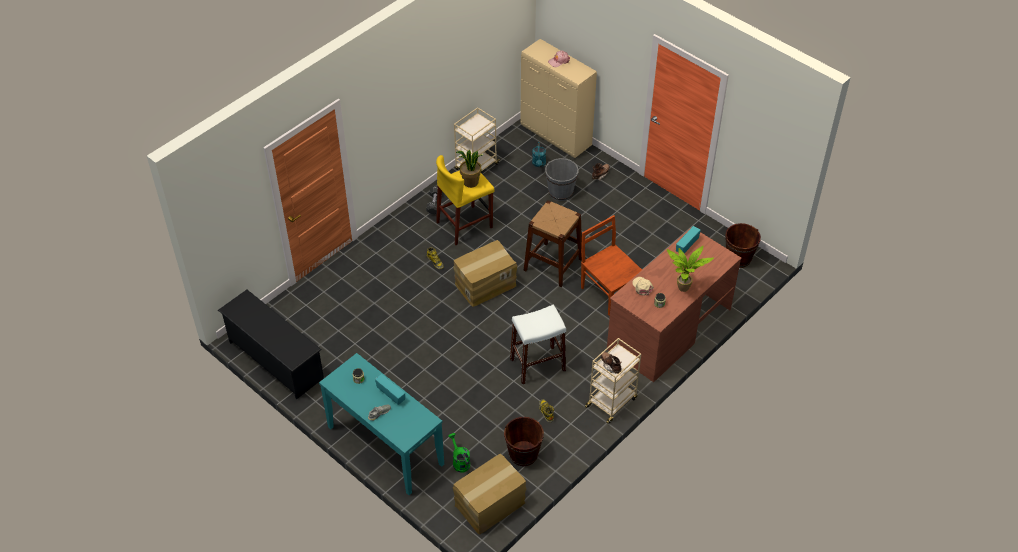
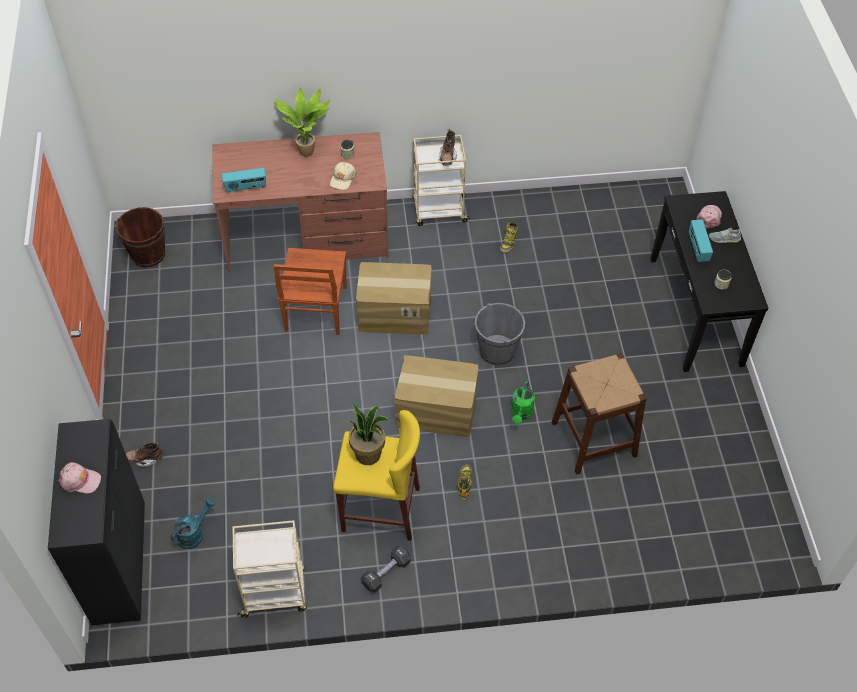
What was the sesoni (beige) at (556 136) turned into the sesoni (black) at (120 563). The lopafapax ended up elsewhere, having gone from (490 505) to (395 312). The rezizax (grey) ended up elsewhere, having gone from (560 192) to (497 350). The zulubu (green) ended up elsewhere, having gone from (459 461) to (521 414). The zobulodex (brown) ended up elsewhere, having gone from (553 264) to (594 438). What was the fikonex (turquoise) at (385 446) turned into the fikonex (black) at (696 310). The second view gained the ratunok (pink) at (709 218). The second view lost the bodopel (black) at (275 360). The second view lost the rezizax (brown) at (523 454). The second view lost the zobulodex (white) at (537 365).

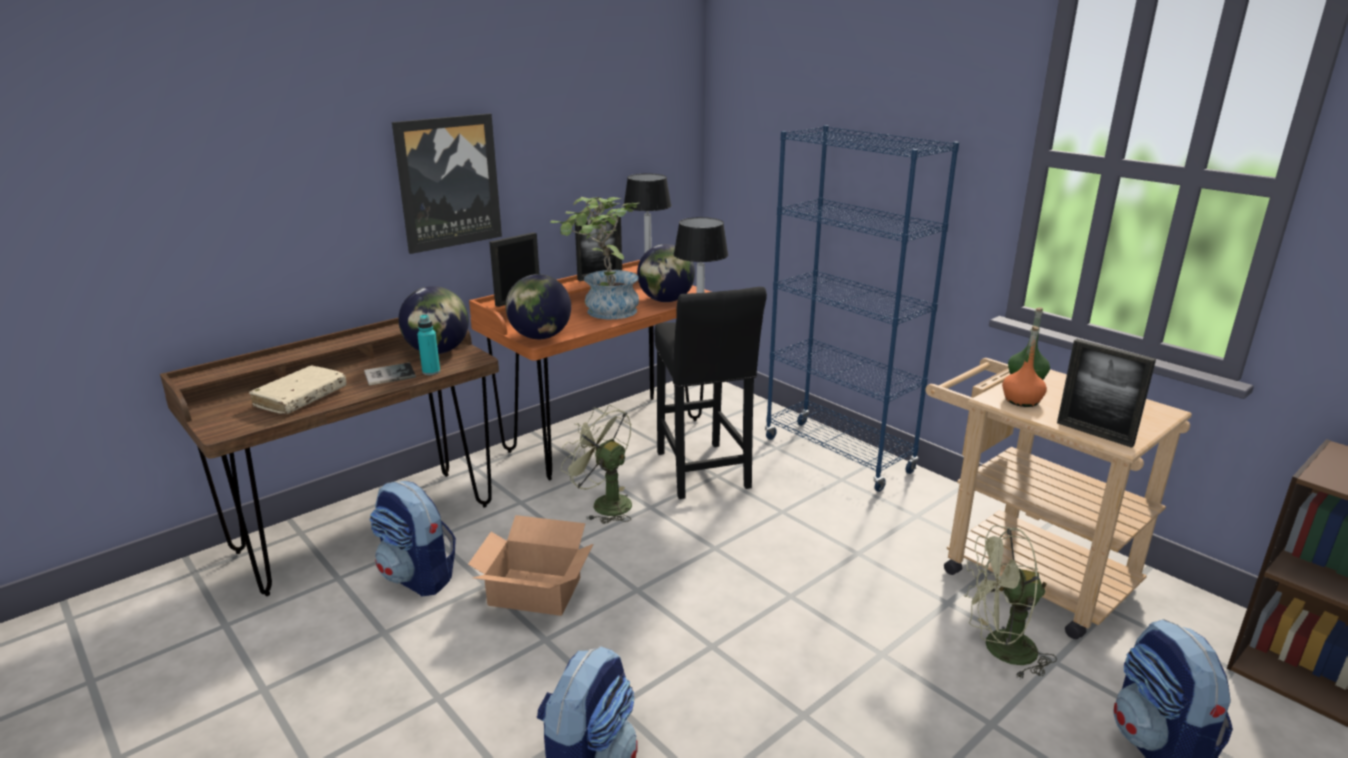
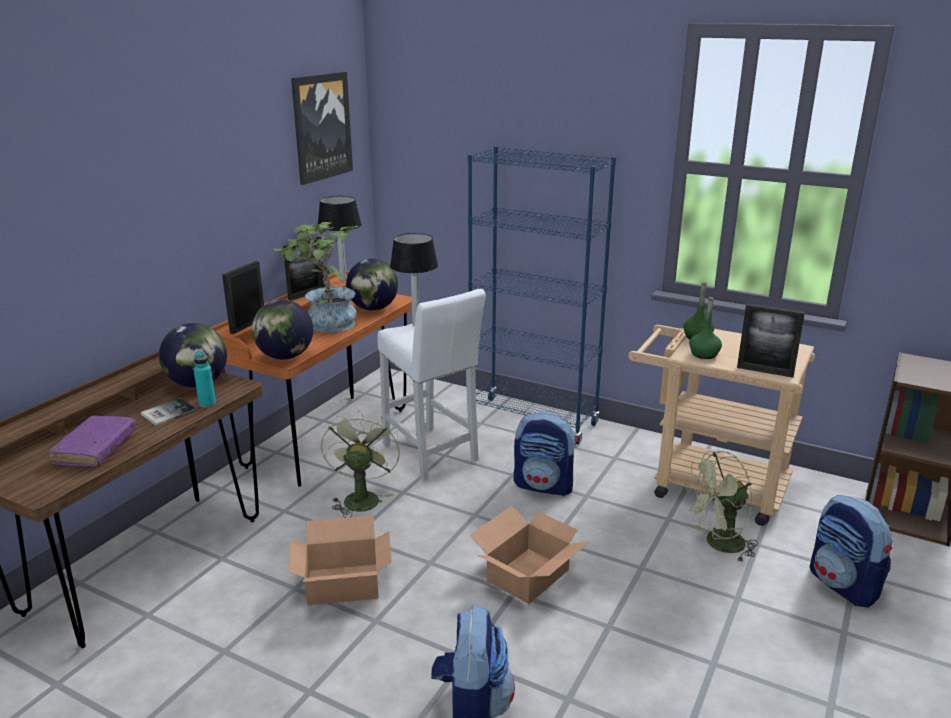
What was the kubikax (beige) at (301 398) turned into the kubikax (purple) at (96 448). The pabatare ended up elsewhere, having gone from (448 182) to (321 127). The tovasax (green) at (604 504) ended up facing another way, 75 degrees clockwise from before. What was the zobulodex (black) at (702 473) turned into the zobulodex (white) at (431 455). The second view gained the lopafapax at (529 575). The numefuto ended up elsewhere, having gone from (418 577) to (544 485). What was the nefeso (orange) at (1022 400) turned into the nefeso (green) at (704 354).

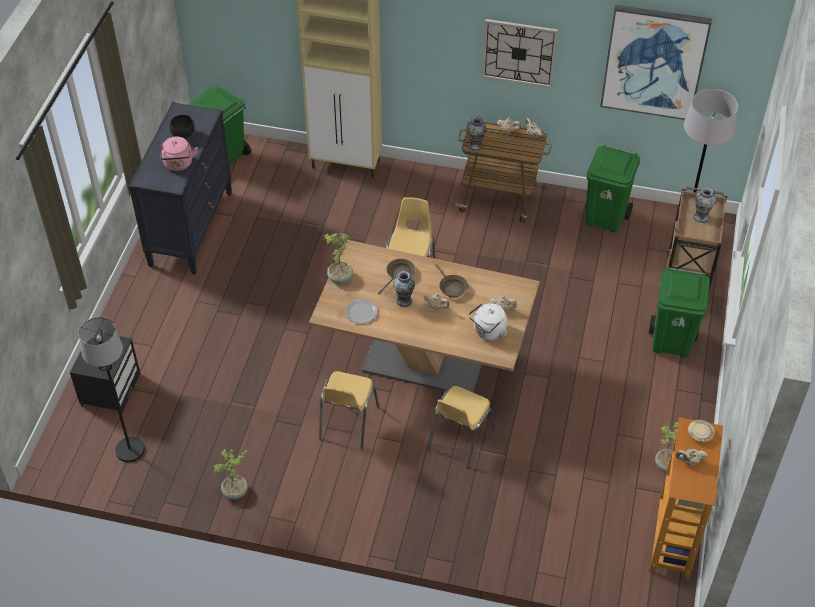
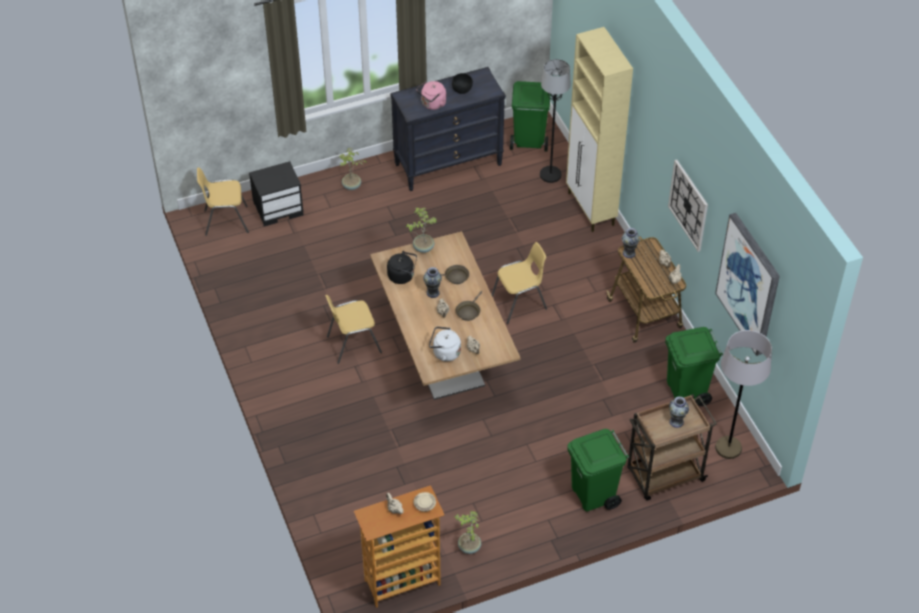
The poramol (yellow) ended up elsewhere, having gone from (459 439) to (225 221). The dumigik ended up elsewhere, having gone from (236 492) to (351 186). Where the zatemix stood at (362 312), the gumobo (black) came to stand at (403 276). The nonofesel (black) ended up elsewhere, having gone from (129 450) to (550 174).

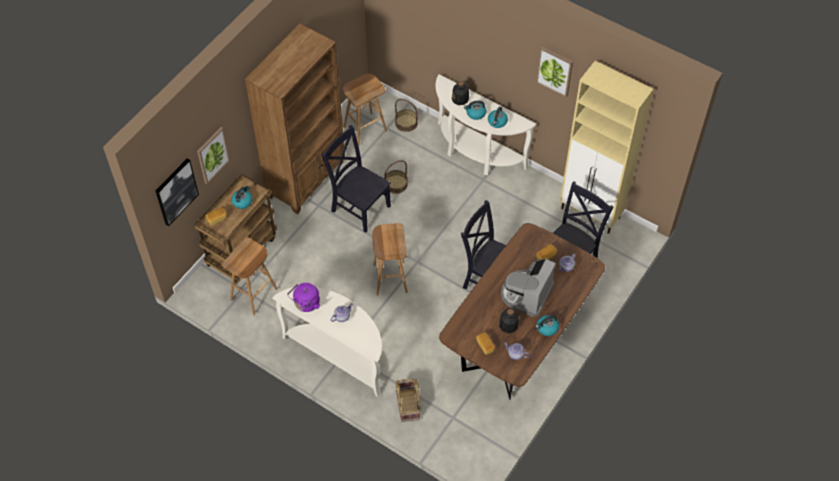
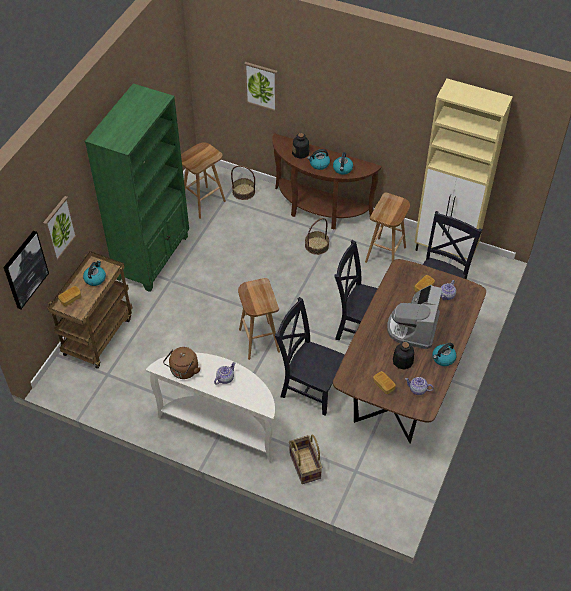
What was the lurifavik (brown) at (306 179) turned into the lurifavik (green) at (153 257). What was the gumobo (purple) at (306 304) turned into the gumobo (brown) at (183 371). The pabatare ended up elsewhere, having gone from (554 71) to (261 86). What was the fikonex (white) at (475 154) turned into the fikonex (brown) at (318 211). The poramol (black) ended up elsewhere, having gone from (359 207) to (310 387). The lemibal ended up elsewhere, having gone from (396 184) to (316 245). The zobulodex (brown) ended up elsewhere, having gone from (253 295) to (385 255).

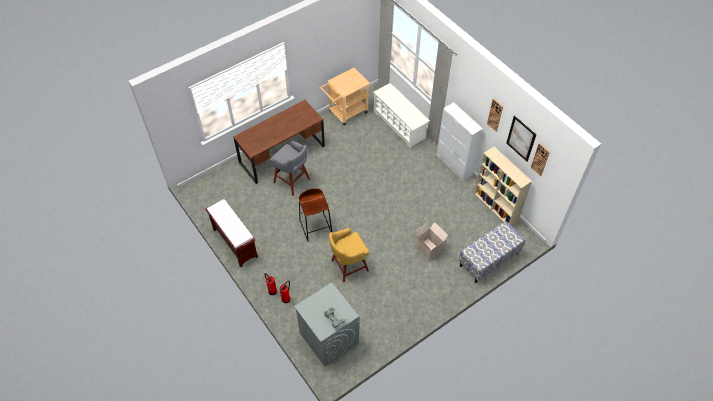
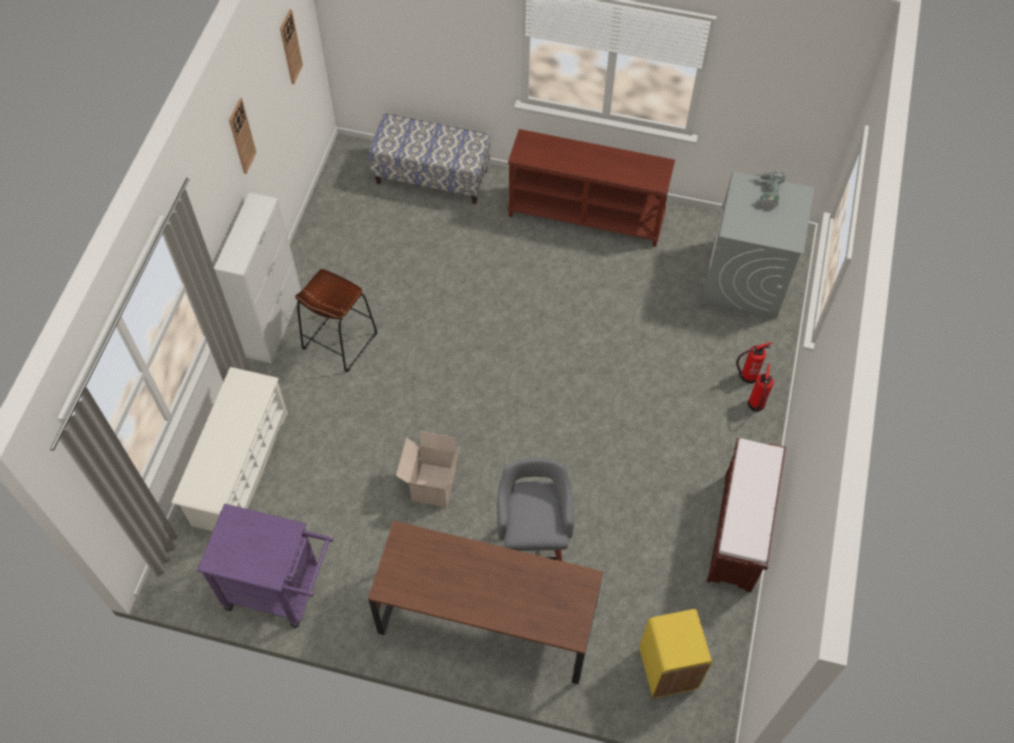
What was the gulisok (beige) at (345 113) turned into the gulisok (purple) at (281 589). The zobulodex (brown) ended up elsewhere, having gone from (316 227) to (339 341). The lopafapax ended up elsewhere, having gone from (429 249) to (432 484). The second view gained the fikonex (brown) at (586 215). The second view gained the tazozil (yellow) at (667 669). The second view lost the zobulodex (yellow) at (348 266). The second view lost the lurifavik (beige) at (496 207). The second view lost the pabatare at (521 138).

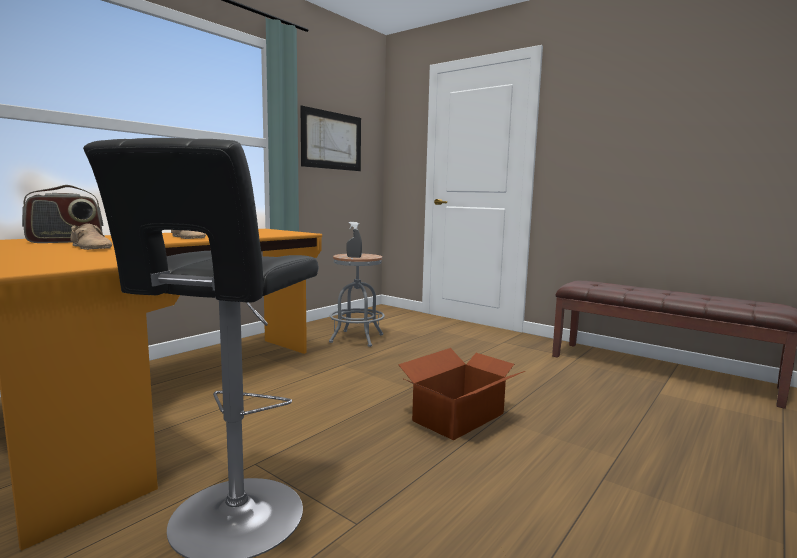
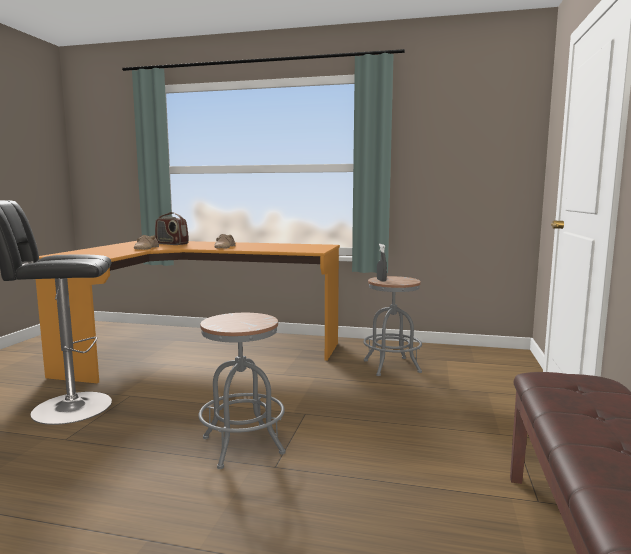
Where the lopafapax stood at (460 417), the zobulodex (grey) came to stand at (243 445). The second view lost the pabatare at (332 140).

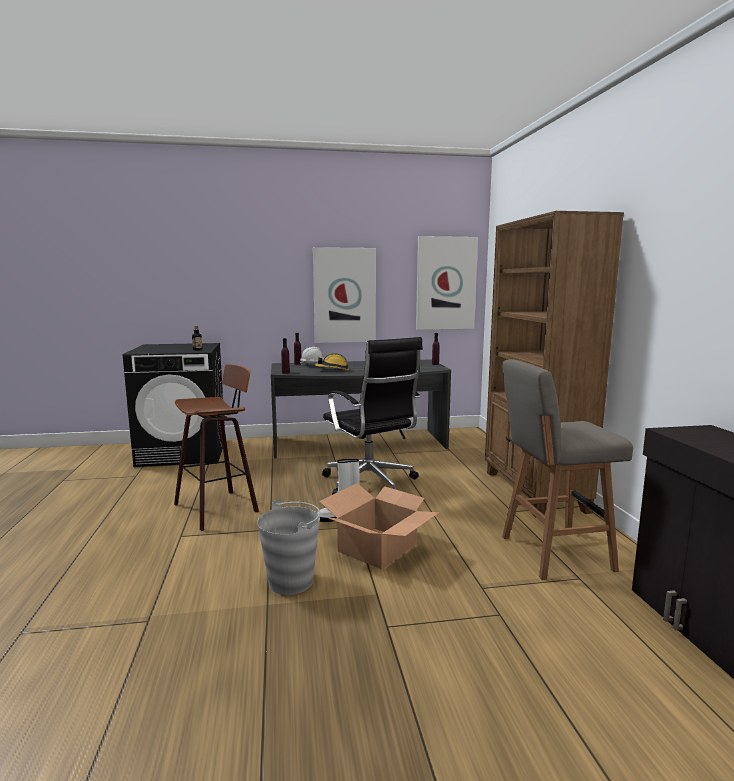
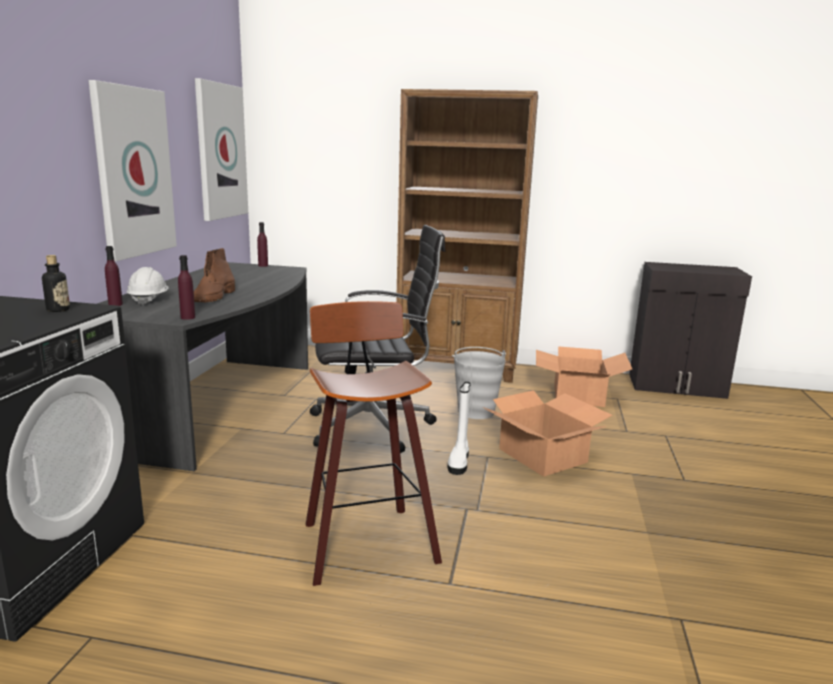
Where the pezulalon stood at (332 370), the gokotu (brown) came to stand at (213 297). The rezizax (grey) ended up elsewhere, having gone from (291 582) to (476 411). Where the zobulodex (grey) stood at (552 553), the lopafapax came to stand at (577 395).

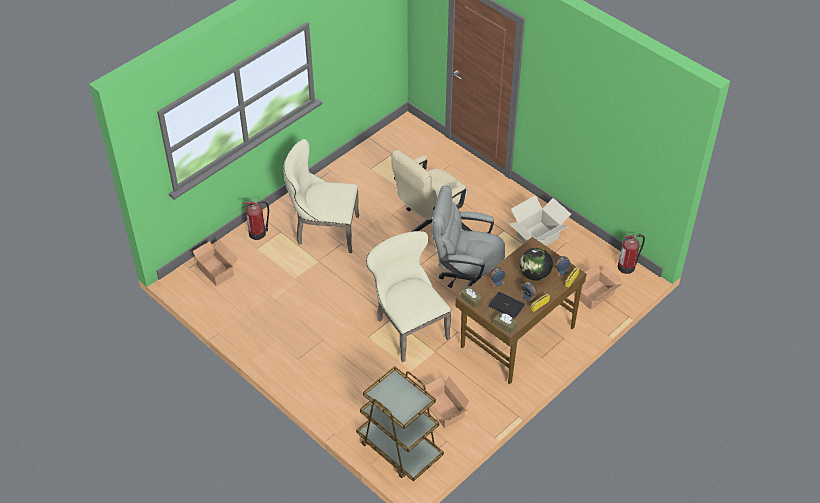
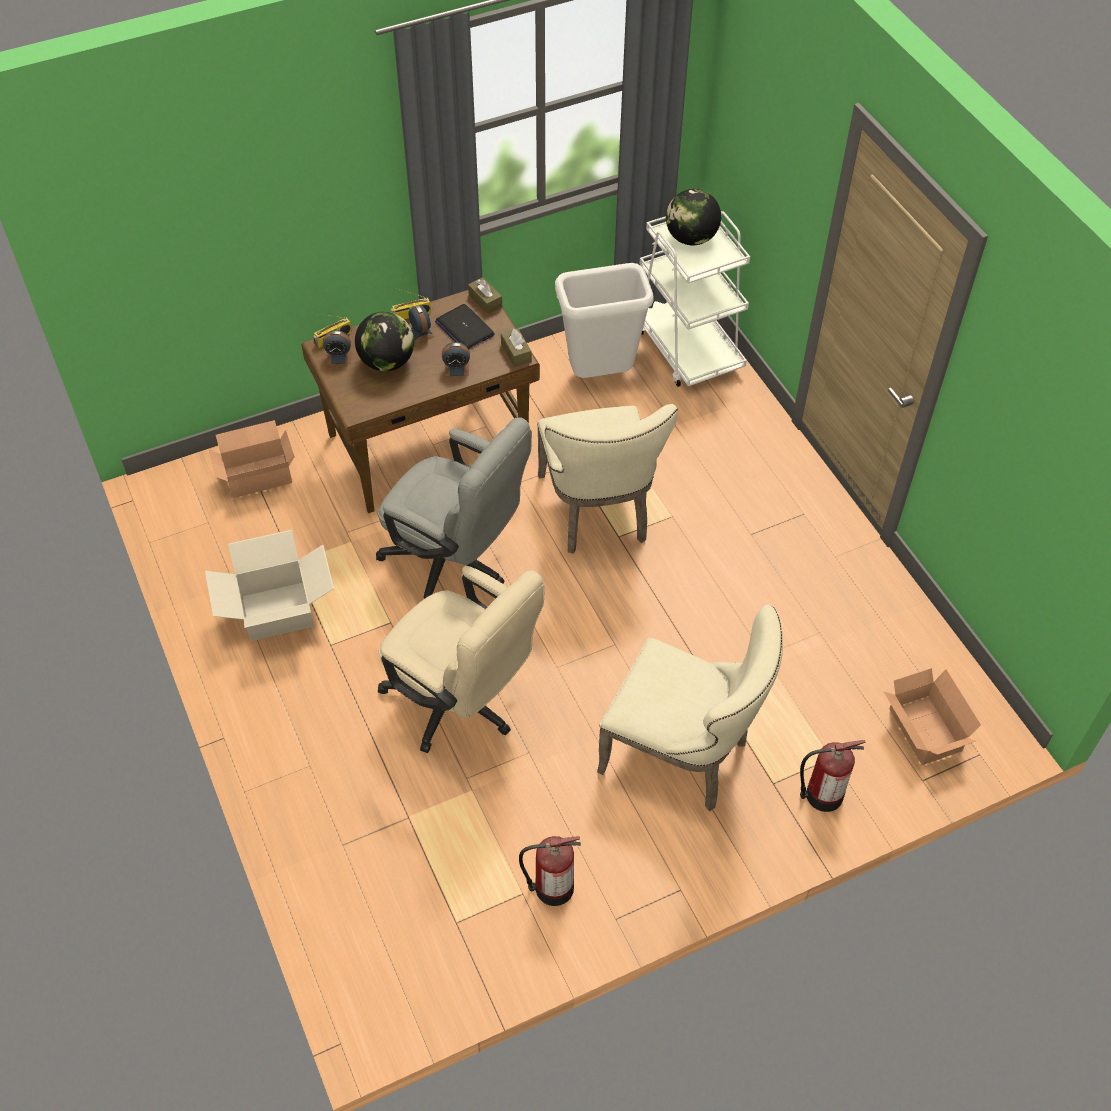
The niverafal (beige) at (430 224) ended up facing another way, 60 degrees clockwise from before. The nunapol ended up elsewhere, having gone from (627 266) to (551 888). Where the lopafapax stood at (443 411), the tazozil (white) came to stand at (601 375). What was the gulisok (brown) at (399 448) turned into the gulisok (white) at (686 346). The second view gained the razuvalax at (691 238).

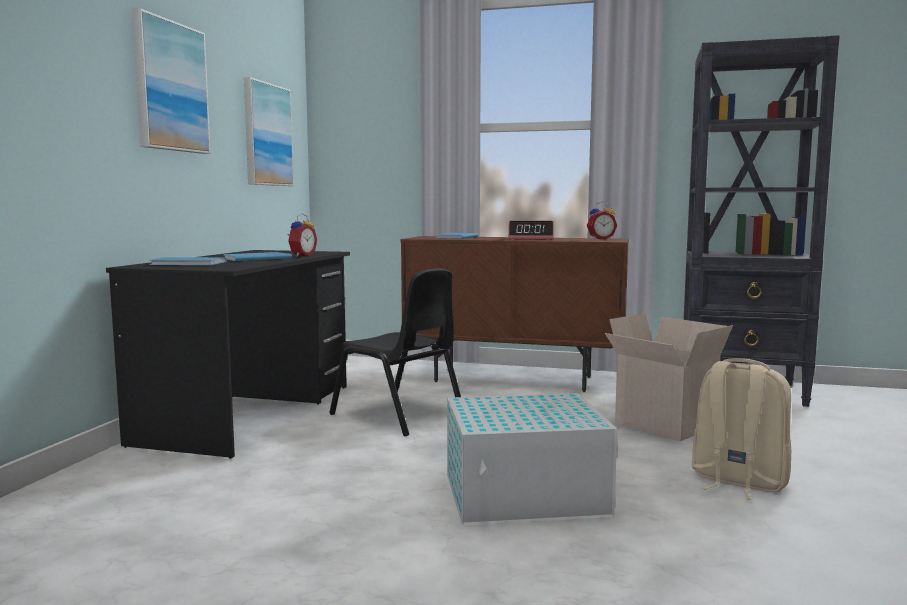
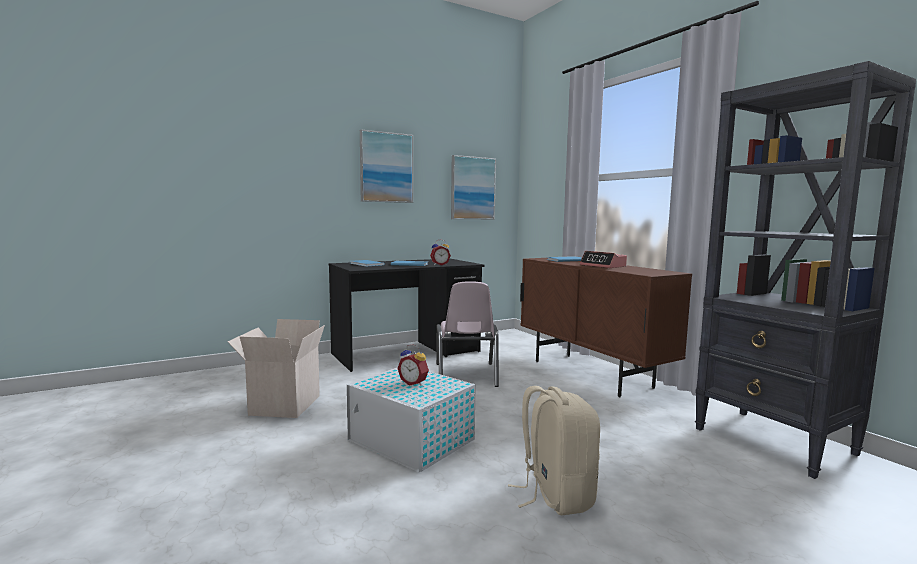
The lopafapax ended up elsewhere, having gone from (662 425) to (283 404). The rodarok ended up elsewhere, having gone from (600 239) to (414 383). What was the poramol (black) at (398 415) turned into the poramol (pink) at (466 375).

